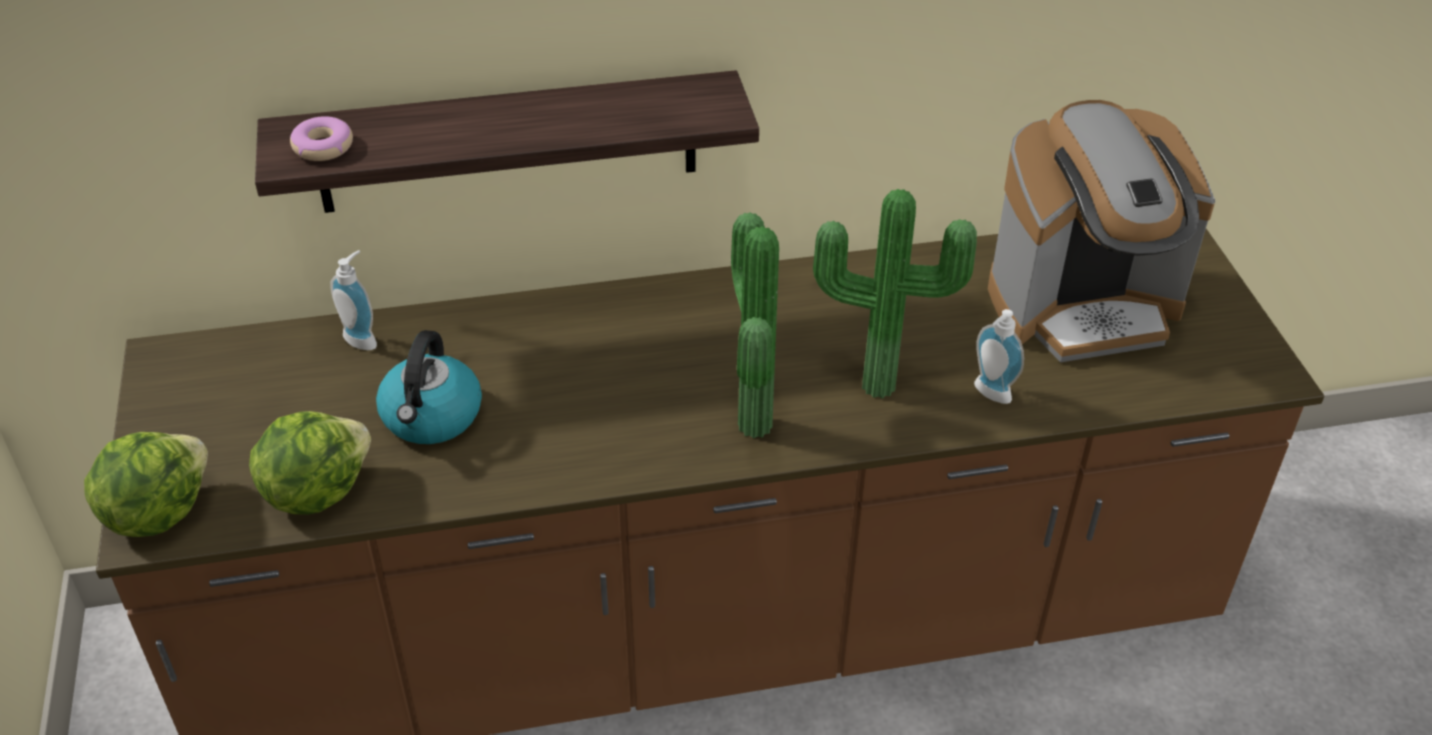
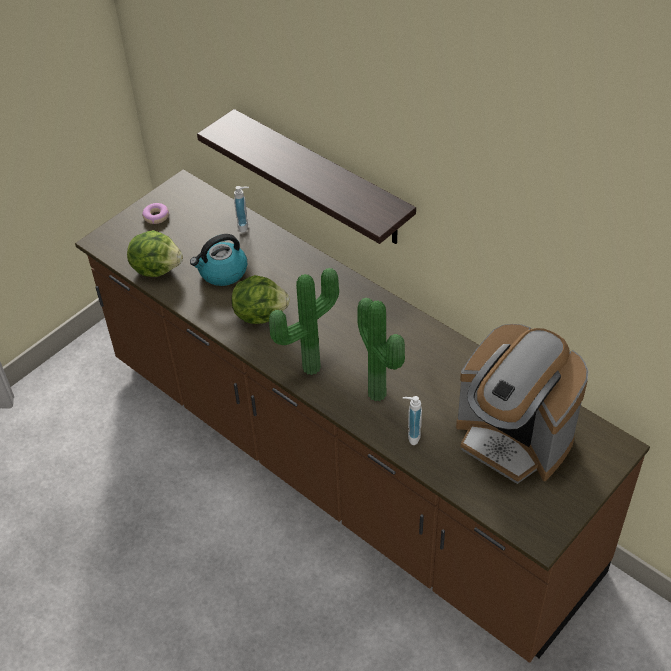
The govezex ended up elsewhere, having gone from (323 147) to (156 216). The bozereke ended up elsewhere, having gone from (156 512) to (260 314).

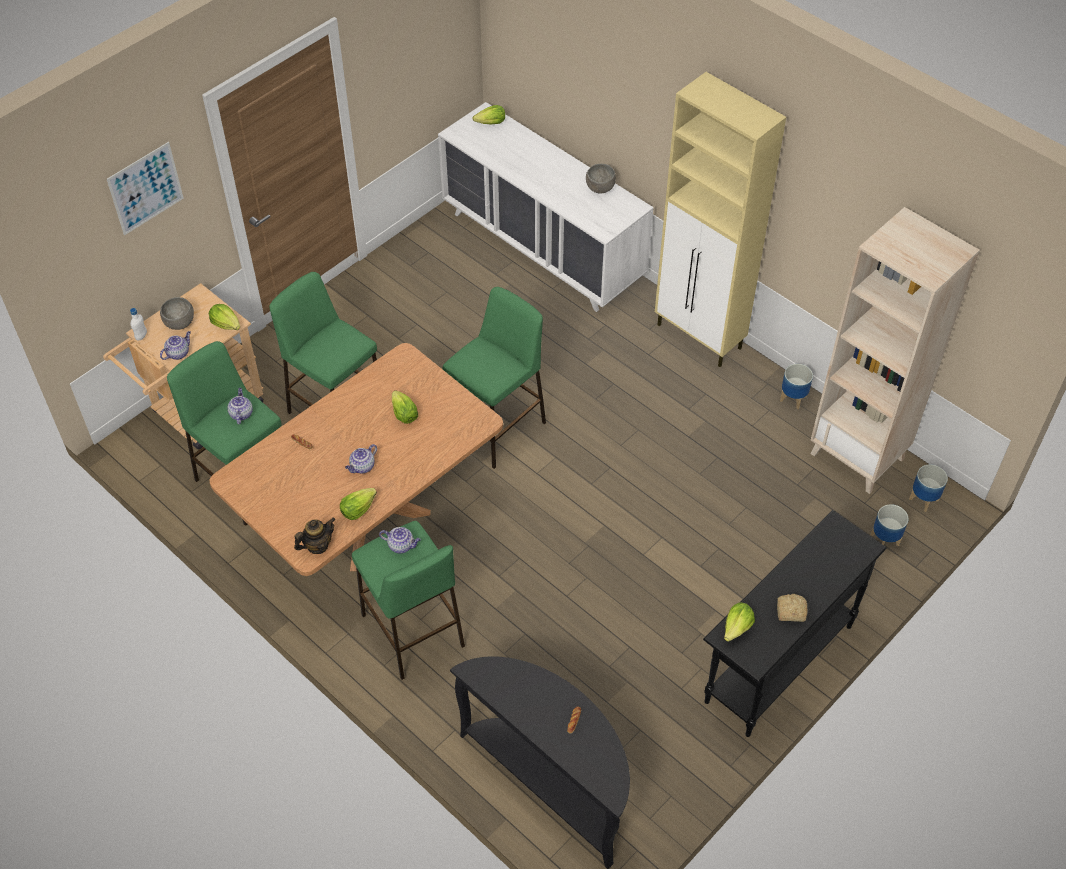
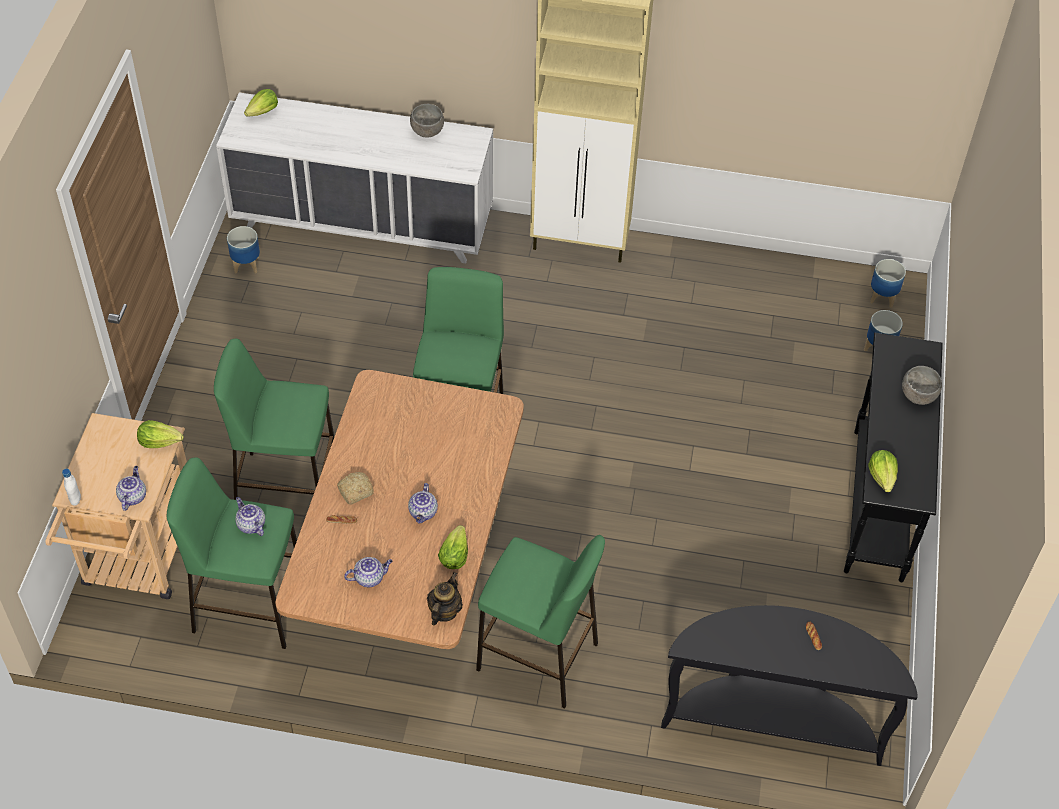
The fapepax ended up elsewhere, having gone from (793 398) to (246 264). The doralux ended up elsewhere, having gone from (790 611) to (354 491). The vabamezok ended up elsewhere, having gone from (401 545) to (370 577). The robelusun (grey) ended up elsewhere, having gone from (179 323) to (917 396). The second view lost the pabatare at (145 188). The second view lost the bozereke at (404 414). The second view lost the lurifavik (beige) at (858 456).

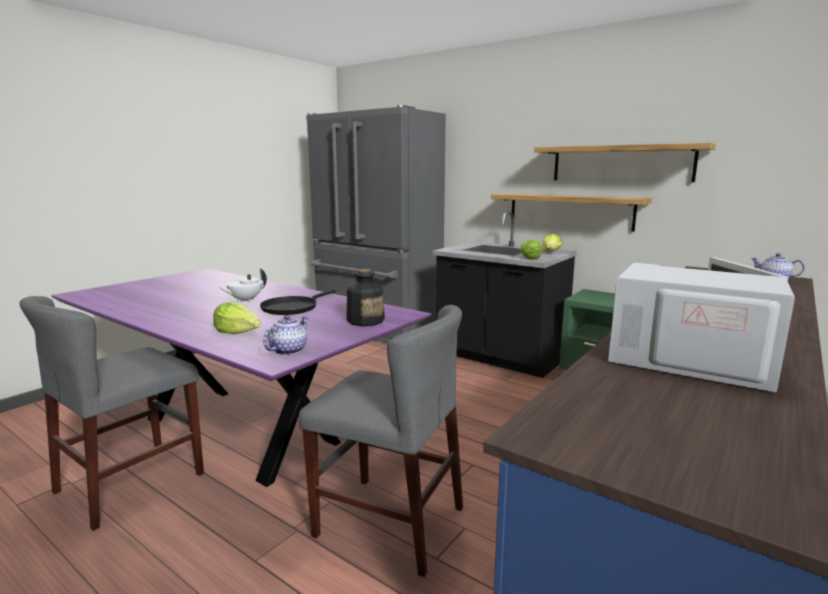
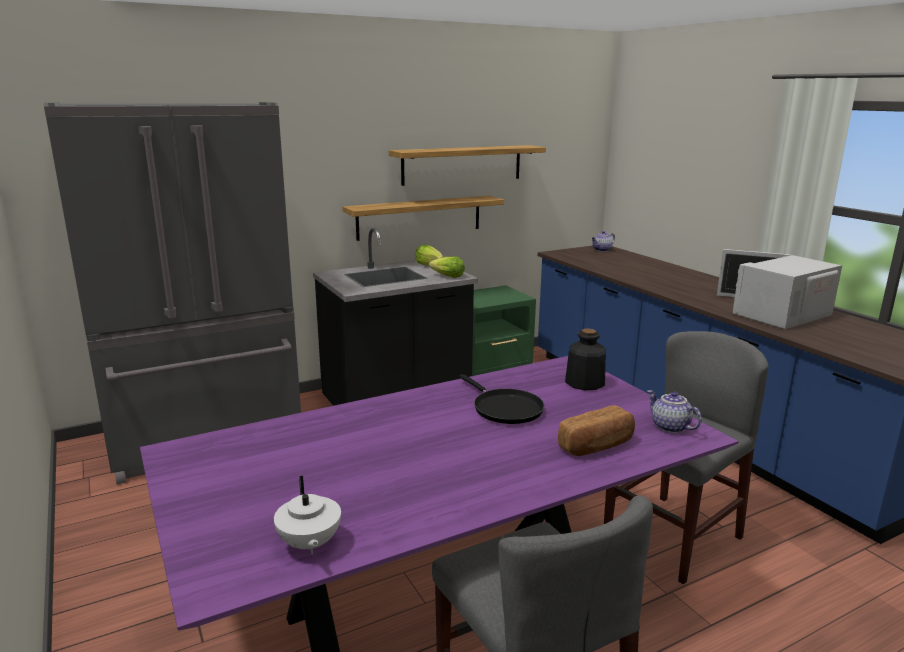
The vabamezok (white) ended up elsewhere, having gone from (245 300) to (309 544). Where the bozereke stood at (238 333), the doralux came to stand at (597 446).

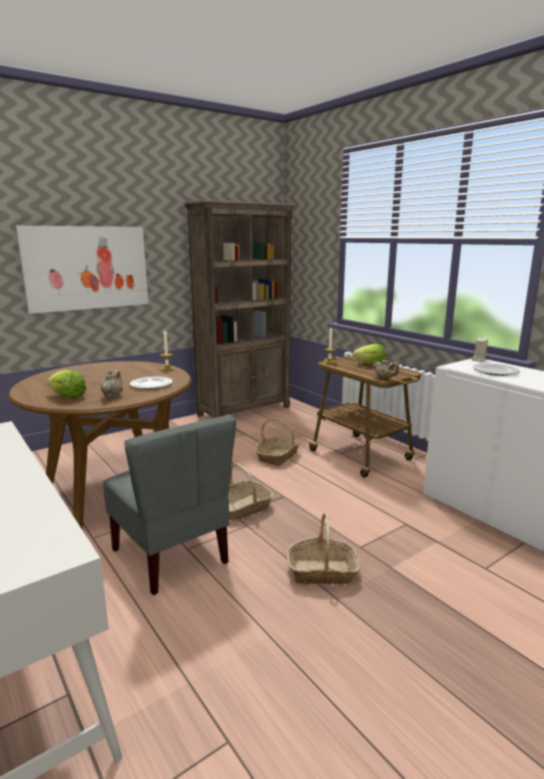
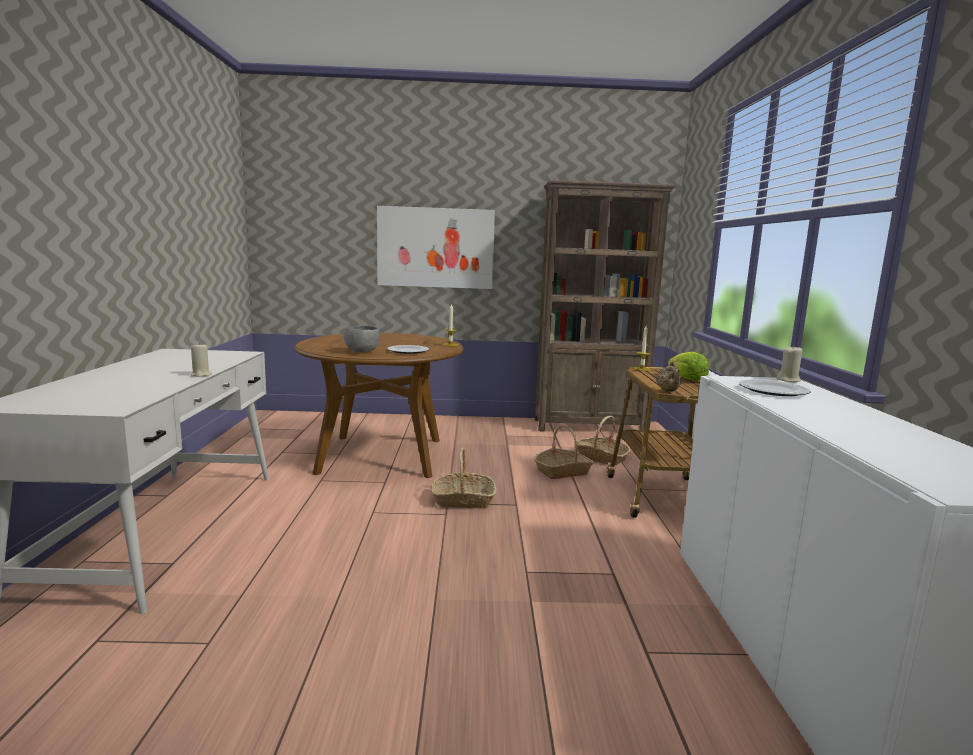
The second view gained the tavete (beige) at (201 375). Where the vabamezok (beige) stood at (113 396), the robelusun (grey) came to stand at (362 352). The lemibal ended up elsewhere, having gone from (322 571) to (601 458). The second view lost the bozereke at (67 397). The second view lost the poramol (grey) at (172 556).

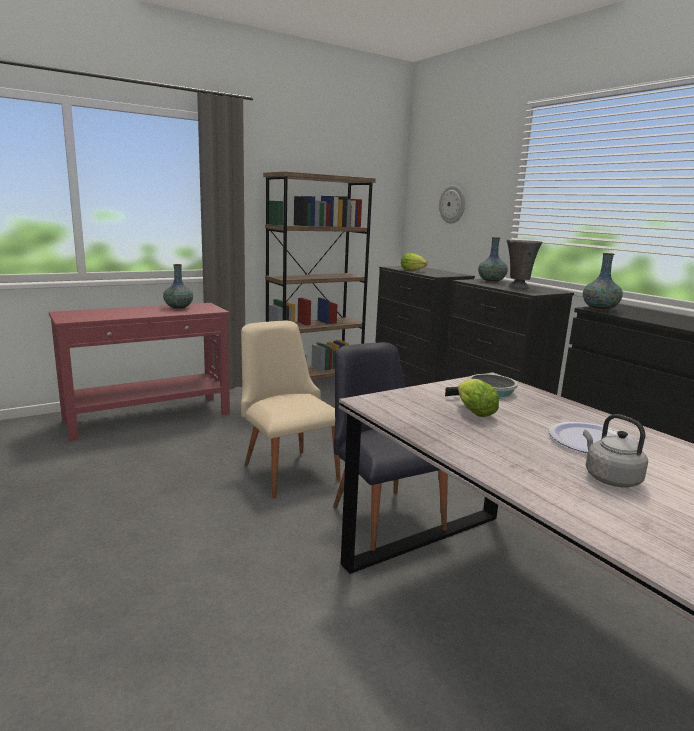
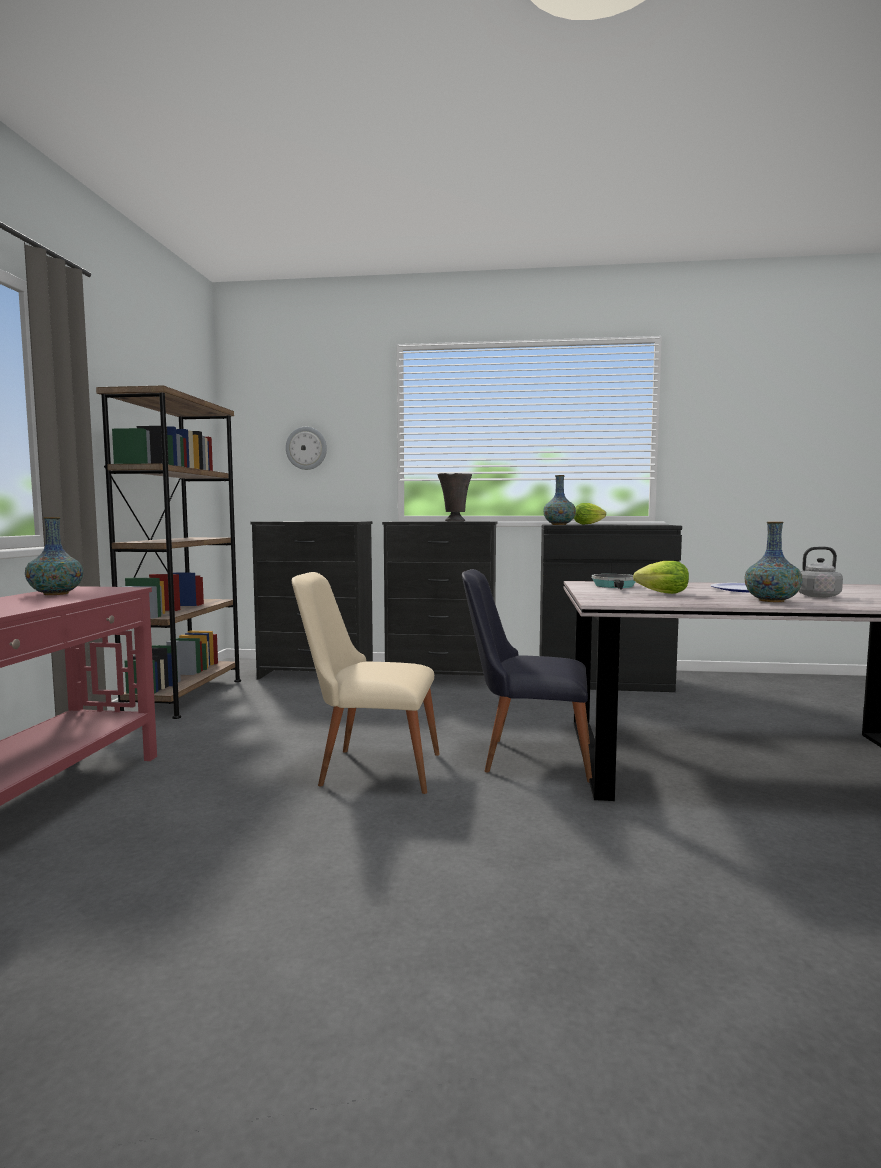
The bozereke ended up elsewhere, having gone from (414 271) to (589 524). The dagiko ended up elsewhere, having gone from (491 281) to (771 601).

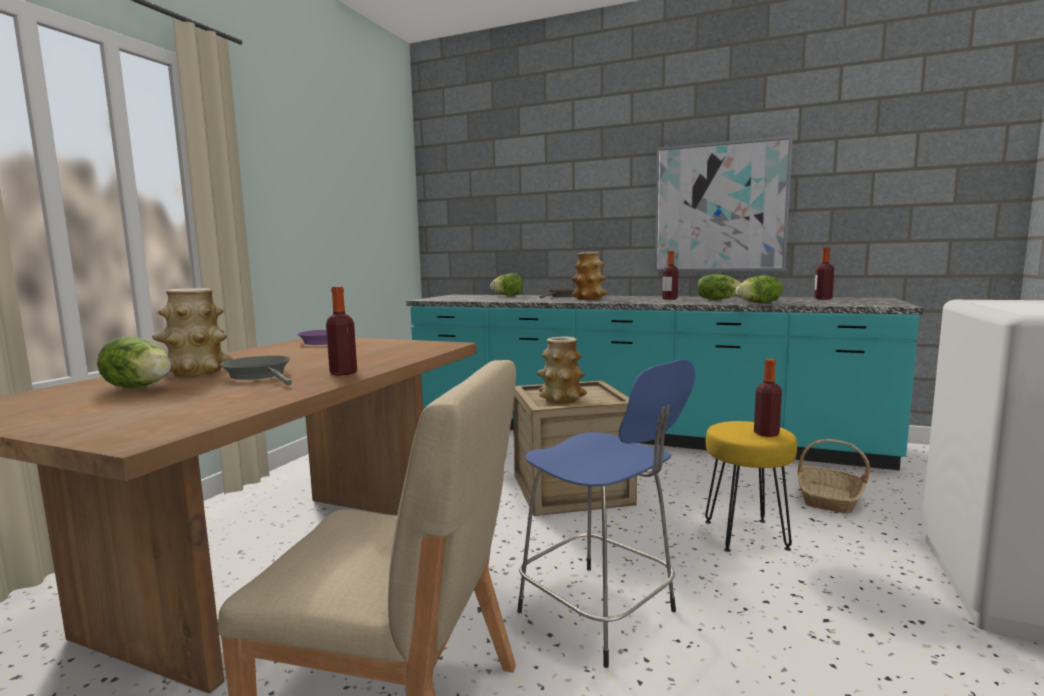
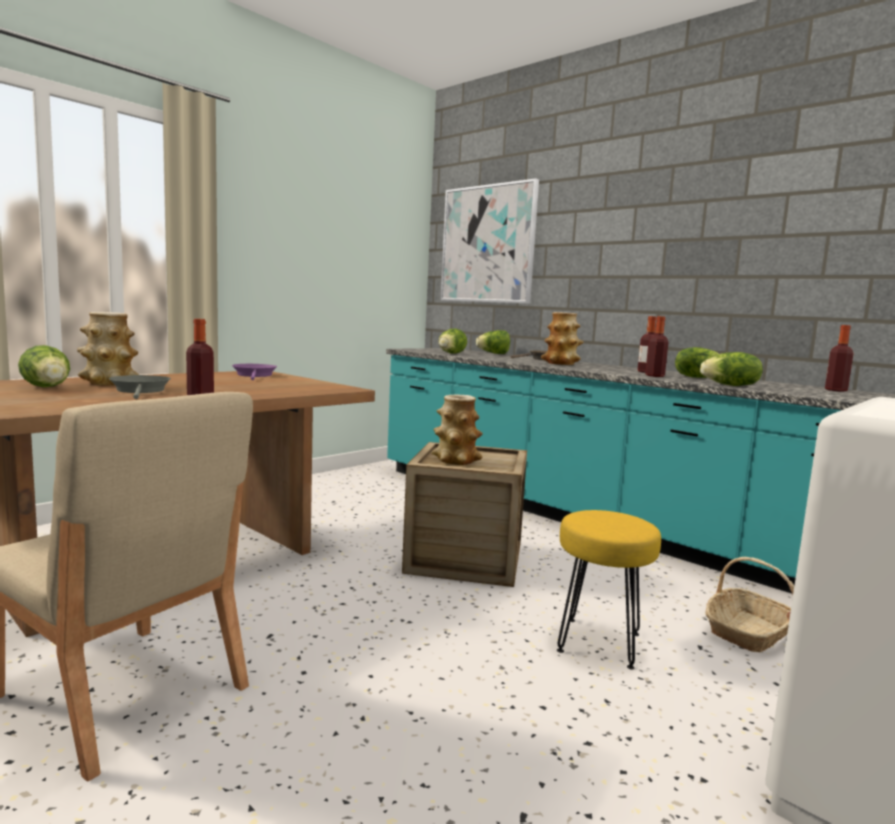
The second view gained the bozereke at (450 353). The pabatare ended up elsewhere, having gone from (720 208) to (487 244). The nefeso ended up elsewhere, having gone from (766 433) to (654 376). The second view lost the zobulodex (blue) at (601 614).

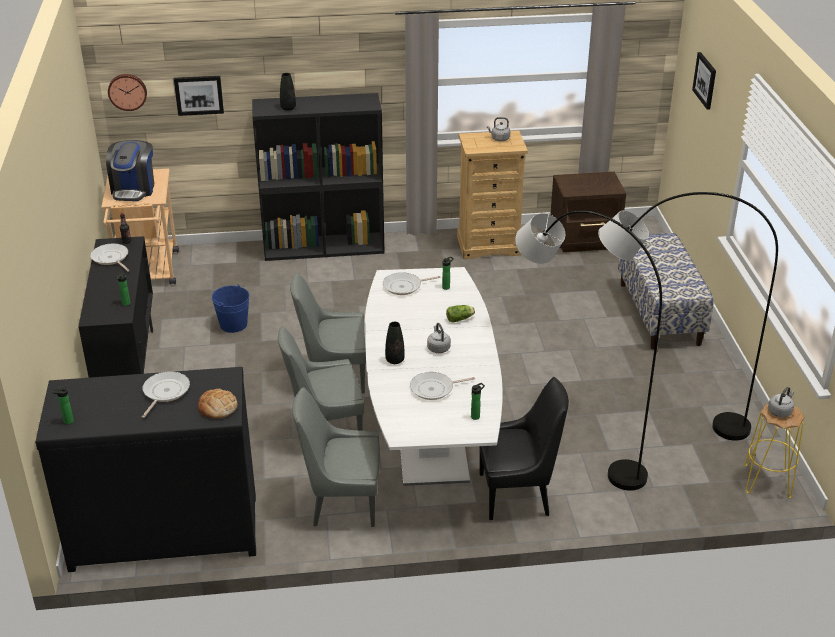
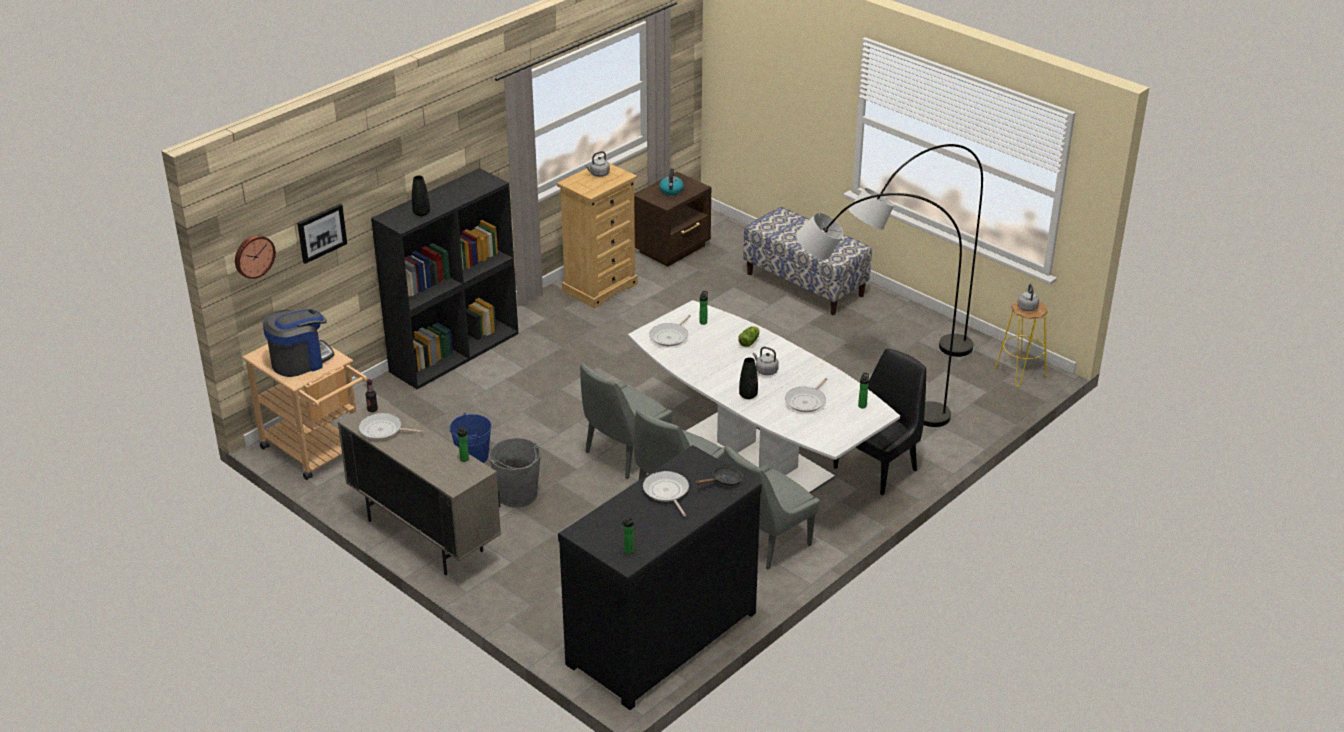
The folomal at (134 189) ended up facing another way, 90 degrees counterclockwise from before. What was the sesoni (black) at (127 363) turned into the sesoni (beige) at (424 536). The second view gained the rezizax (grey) at (517 495). The second view gained the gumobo at (671 191). Where the doralux stood at (217 407), the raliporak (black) came to stand at (724 481). The second view lost the pabatare at (705 80).

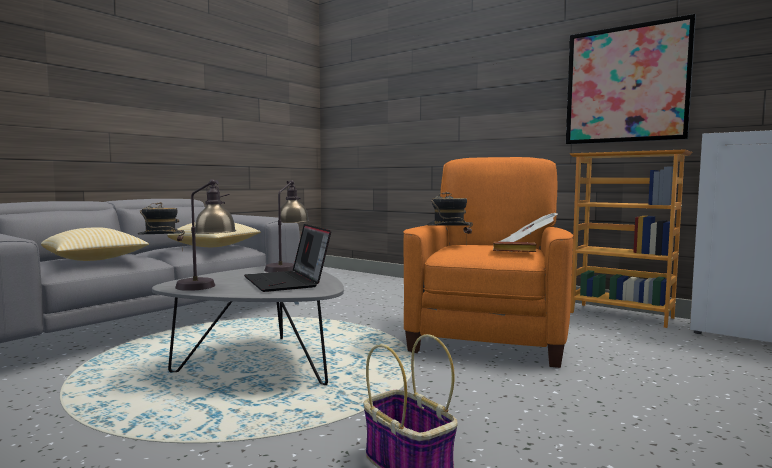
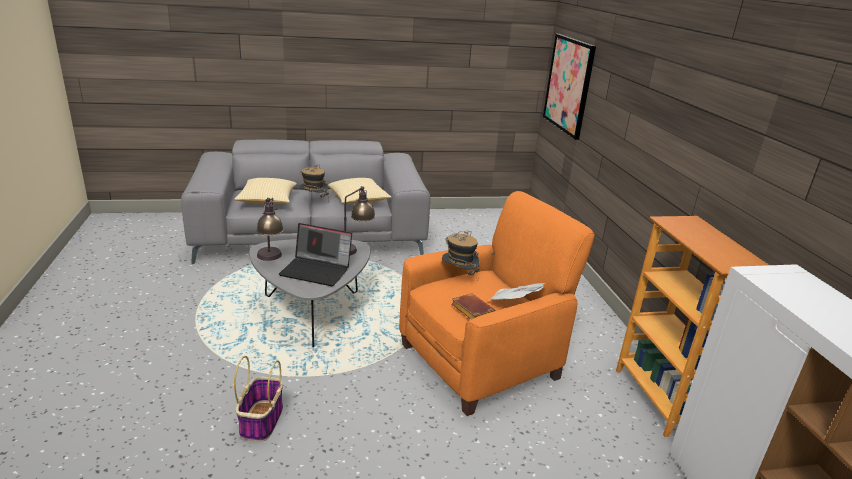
The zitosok at (287 282) ended up facing another way, 90 degrees counterclockwise from before. The pabatare ended up elsewhere, having gone from (626 84) to (568 85).

